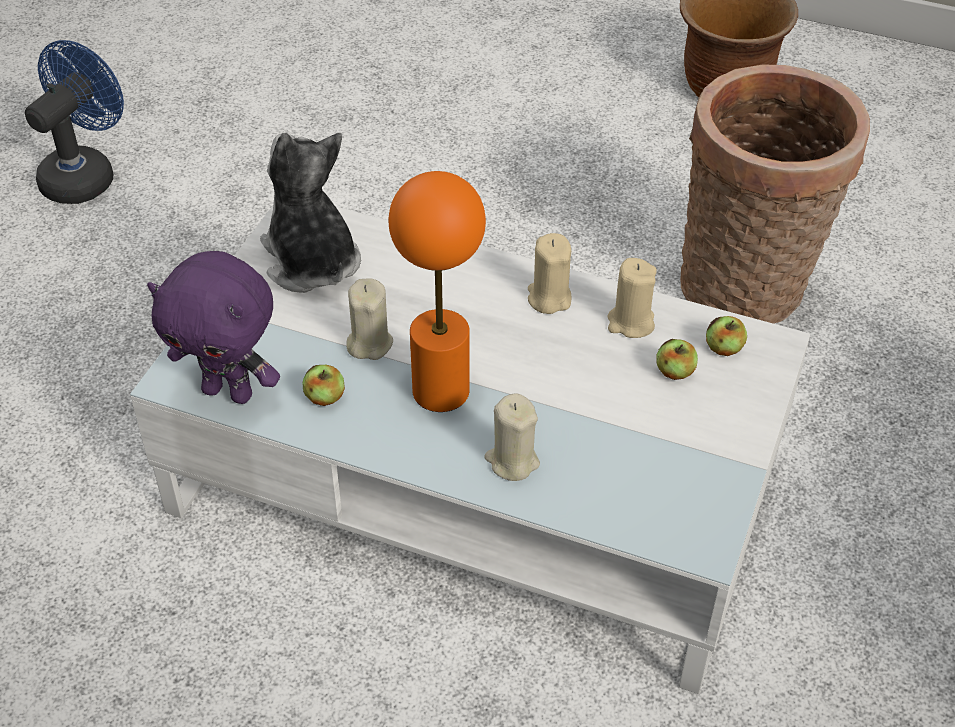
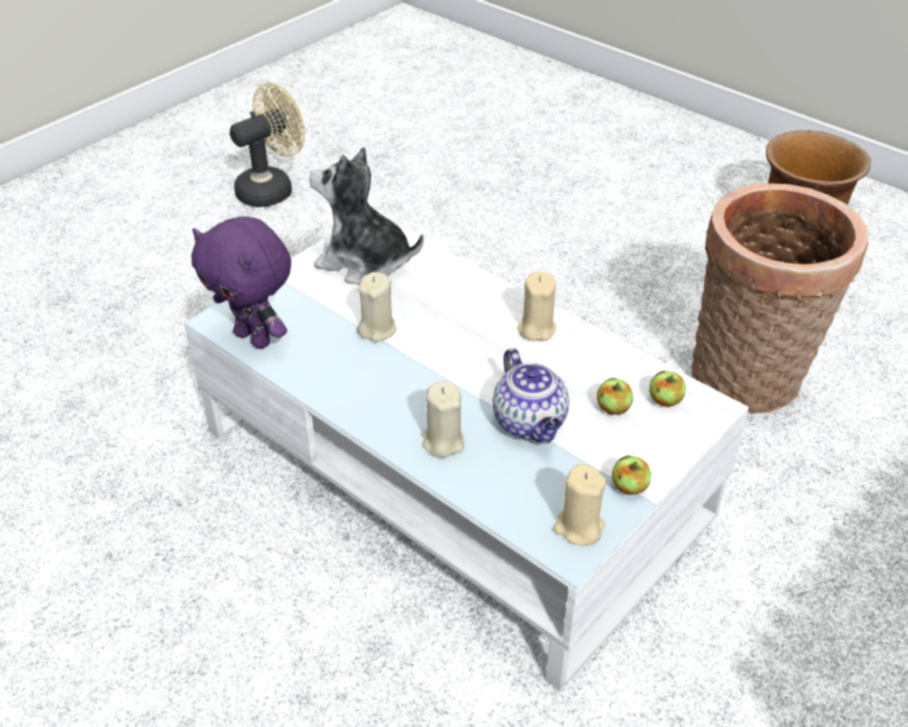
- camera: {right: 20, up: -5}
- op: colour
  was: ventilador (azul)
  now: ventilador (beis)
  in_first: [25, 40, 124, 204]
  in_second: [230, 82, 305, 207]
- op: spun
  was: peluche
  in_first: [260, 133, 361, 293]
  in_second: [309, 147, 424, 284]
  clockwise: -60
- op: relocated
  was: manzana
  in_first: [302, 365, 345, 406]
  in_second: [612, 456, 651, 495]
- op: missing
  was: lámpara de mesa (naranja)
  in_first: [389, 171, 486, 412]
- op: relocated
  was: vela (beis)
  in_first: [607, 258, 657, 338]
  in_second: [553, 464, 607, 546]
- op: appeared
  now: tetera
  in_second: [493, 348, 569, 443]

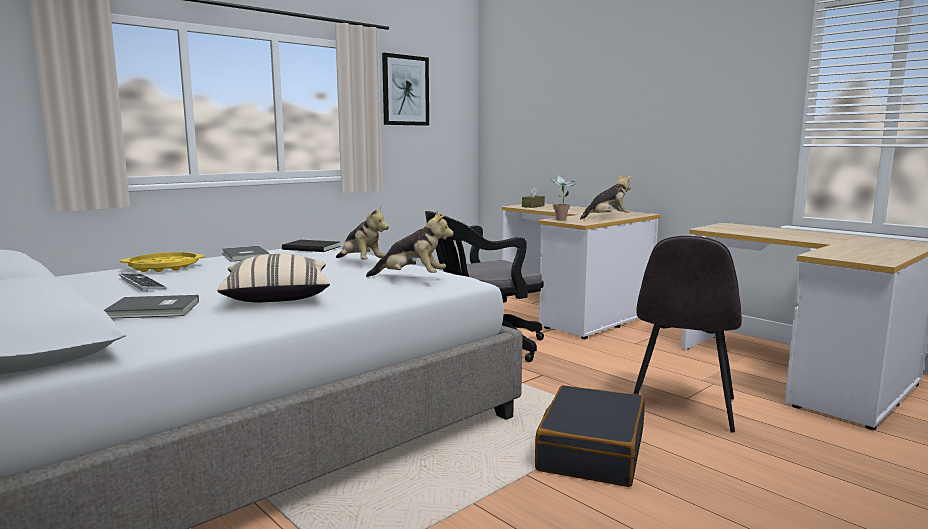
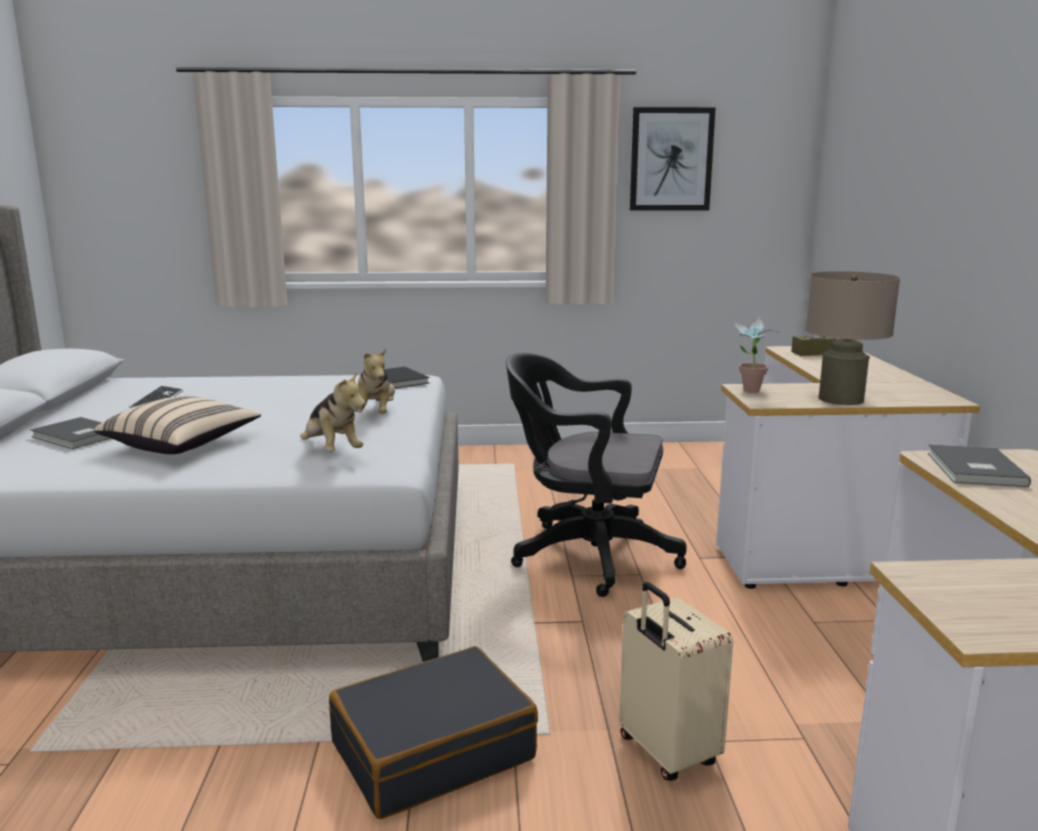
- camera: {right: 40, up: 5}
- op: missing
  was: bandeja (amarillo)
  in_first: [120, 252, 204, 272]
- op: relocated
  was: libro (gris)
  in_first: [222, 246, 269, 262]
  in_second: [928, 445, 1031, 487]
- op: exchanged
  was: peluche
  now: lámpara de mesa (beis)
  in_first: [580, 174, 632, 220]
  in_second: [805, 271, 900, 405]
- op: exchanged
  was: silla (gris)
  now: maleta (beis)
  in_first: [633, 236, 742, 433]
  in_second: [619, 582, 733, 781]

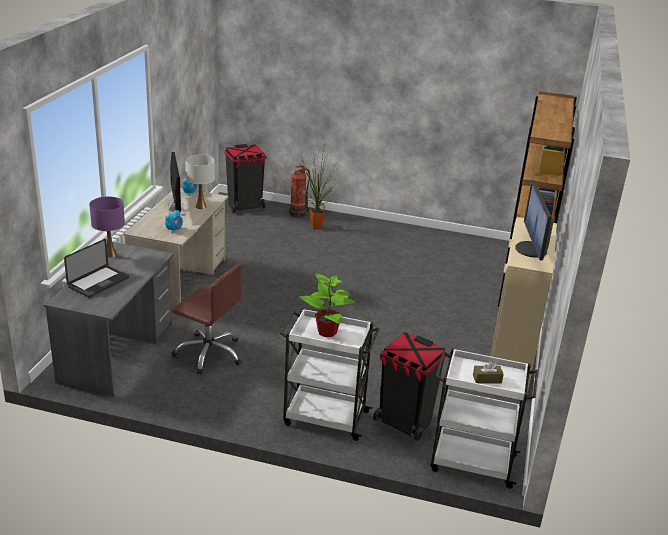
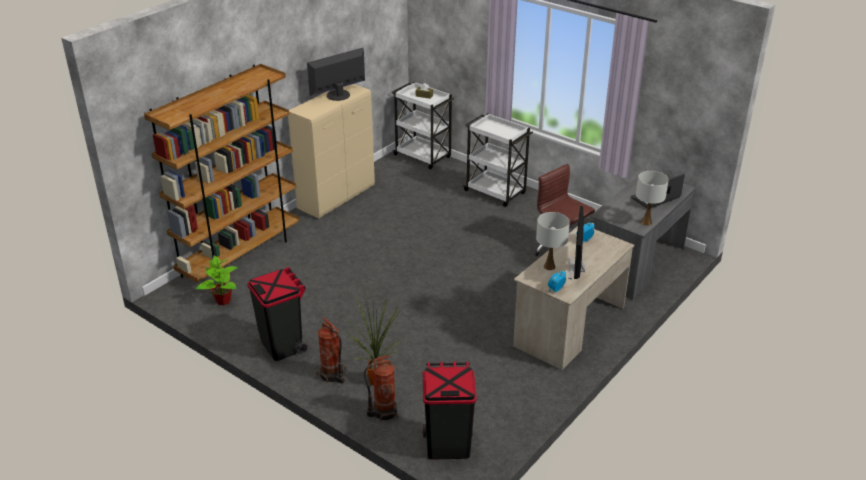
- camera: {right: -155, up: 5}
- op: colour
  was: lámpara de mesa (morado)
  now: lámpara de mesa (blanco)
  in_first: [89, 197, 125, 258]
  in_second: [636, 171, 669, 226]
- op: relocated
  was: planta en maceta
  in_first: [299, 274, 356, 337]
  in_second: [196, 255, 238, 305]
- op: relocated
  was: papelera (negro)
  in_first: [373, 332, 447, 441]
  in_second: [248, 267, 308, 361]
- op: spun
  was: monitor
  in_first: [515, 180, 554, 261]
  in_second: [307, 48, 365, 101]
  clockwise: -150
- op: appeared
  now: extintor
  in_second: [316, 318, 346, 384]

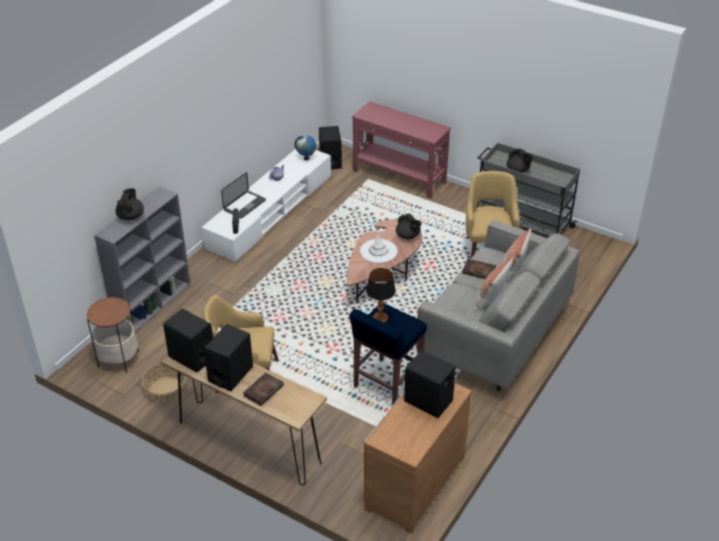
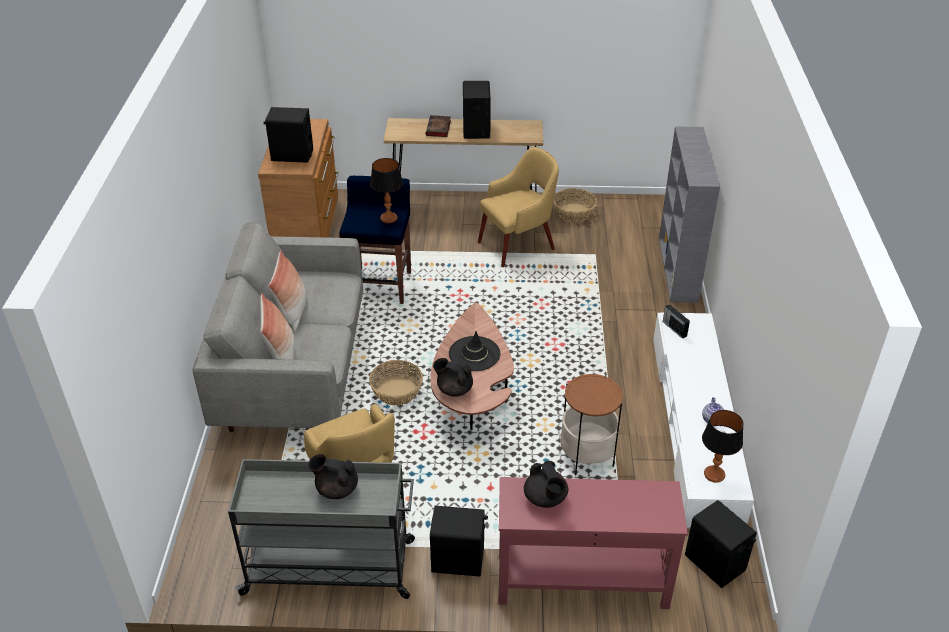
- camera: {right: 150, up: 0}
- op: relocated
  was: mesa auxiliar
  in_first: [87, 297, 139, 373]
  in_second: [560, 374, 623, 475]
- op: relocated
  was: tetera (negro)
  in_first: [115, 188, 144, 220]
  in_second: [524, 461, 568, 508]
- op: relocated
  was: altavoz (negro)
  in_first: [163, 309, 213, 372]
  in_second: [430, 506, 488, 577]
- op: missing
  was: portátil
  in_first: [221, 172, 266, 218]
- op: exchanged
  was: globo terráqueo
  now: lámpara de mesa
  in_first: [295, 135, 316, 160]
  in_second: [702, 410, 744, 483]
- op: colour
  was: sombrero (blanco)
  now: sombrero (negro)
  in_first: [360, 233, 398, 263]
  in_second: [449, 331, 500, 371]
- op: missing
  was: libro
  in_first: [462, 259, 496, 279]
- op: appeared
  now: cesta
  in_second: [369, 360, 423, 406]

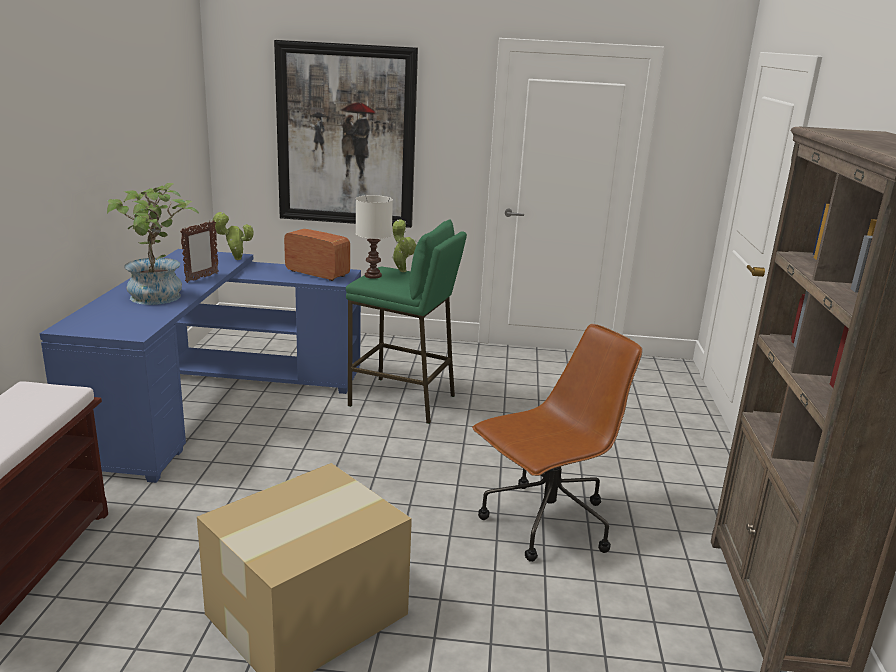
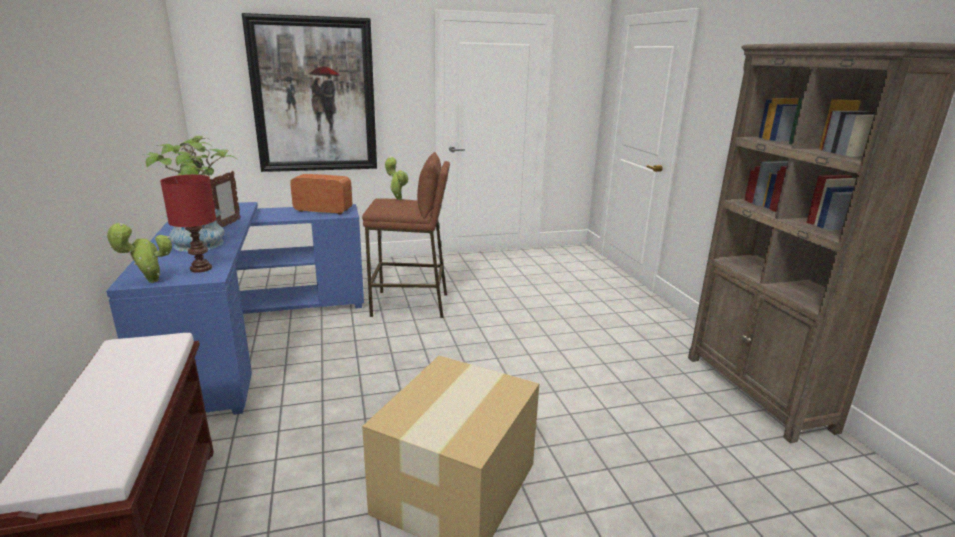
- camera: {right: -20, up: 0}
- op: relocated
  was: planta en maceta
  in_first: [211, 212, 254, 260]
  in_second: [105, 223, 172, 283]
- op: colour
  was: taburete (verde)
  now: taburete (marrón)
  in_first: [346, 219, 467, 424]
  in_second: [362, 152, 450, 318]
- op: missing
  was: lámpara de mesa (blanco)
  in_first: [356, 195, 393, 279]
- op: missing
  was: silla de oficina (marrón)
  in_first: [472, 324, 642, 562]
- op: appeared
  now: lámpara de mesa (rojo)
  in_second: [160, 175, 216, 273]

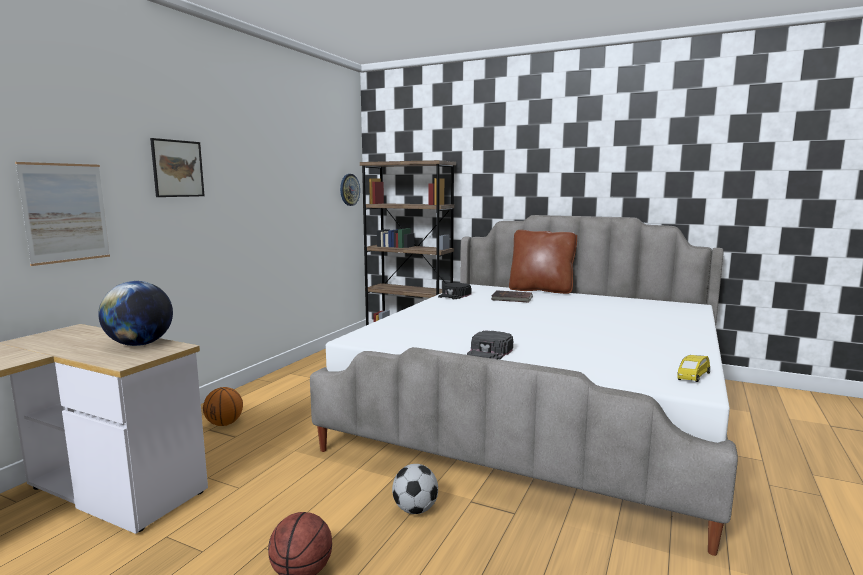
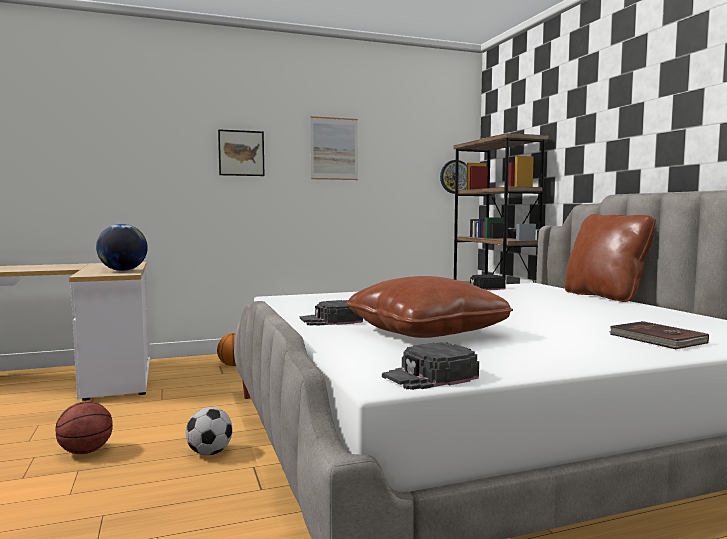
- camera: {right: 45, up: -5}
- op: relocated
  was: cuadro
  in_first: [15, 162, 110, 266]
  in_second: [310, 116, 358, 180]
- op: relocated
  was: libro (marrón)
  in_first: [491, 290, 533, 303]
  in_second: [610, 321, 709, 349]
- op: exchanged
  was: coche de juguete (amarillo)
  now: gorra (negro)
  in_first: [677, 355, 710, 382]
  in_second: [382, 342, 479, 390]
- op: appeared
  now: cojín (marrón)
  in_second: [346, 276, 513, 338]

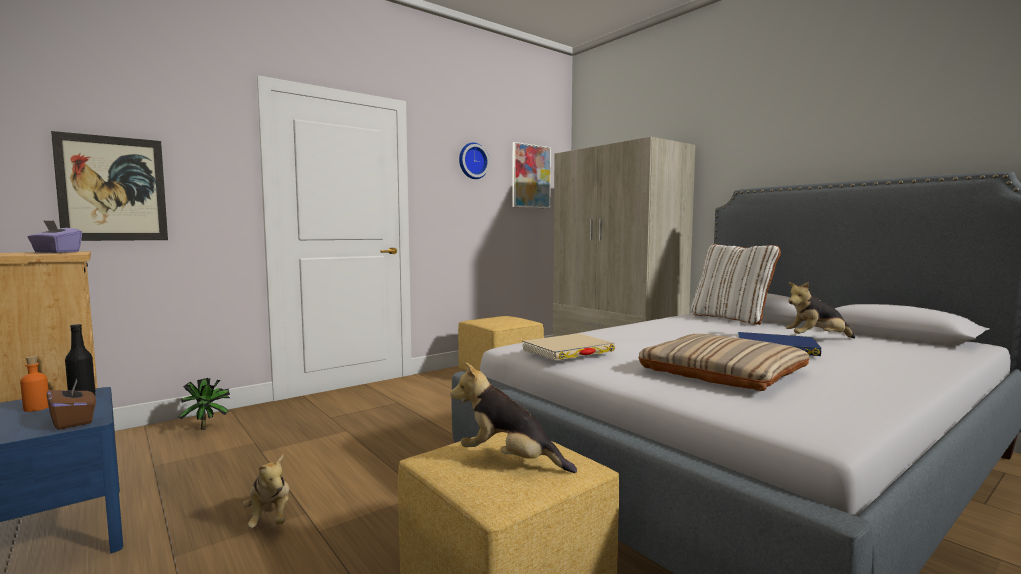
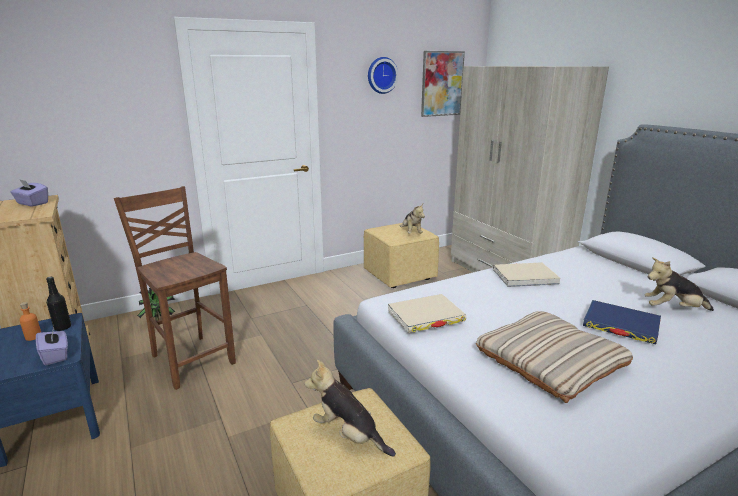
- camera: {right: 10, up: 15}
- op: colour
  was: caja de pañuelos (marrón)
  now: caja de pañuelos (morado)
  in_first: [46, 379, 96, 430]
  in_second: [36, 326, 68, 365]
- op: missing
  was: cuadro
  in_first: [51, 131, 168, 241]
- op: relocated
  was: peluche
  in_first: [243, 455, 289, 528]
  in_second: [400, 204, 425, 234]
- op: missing
  was: cojín (blanco)
  in_first: [691, 244, 781, 325]
- op: appeared
  now: silla (marrón)
  in_second: [114, 186, 236, 390]
- op: appeared
  now: libro (beis)
  in_second: [493, 262, 561, 287]

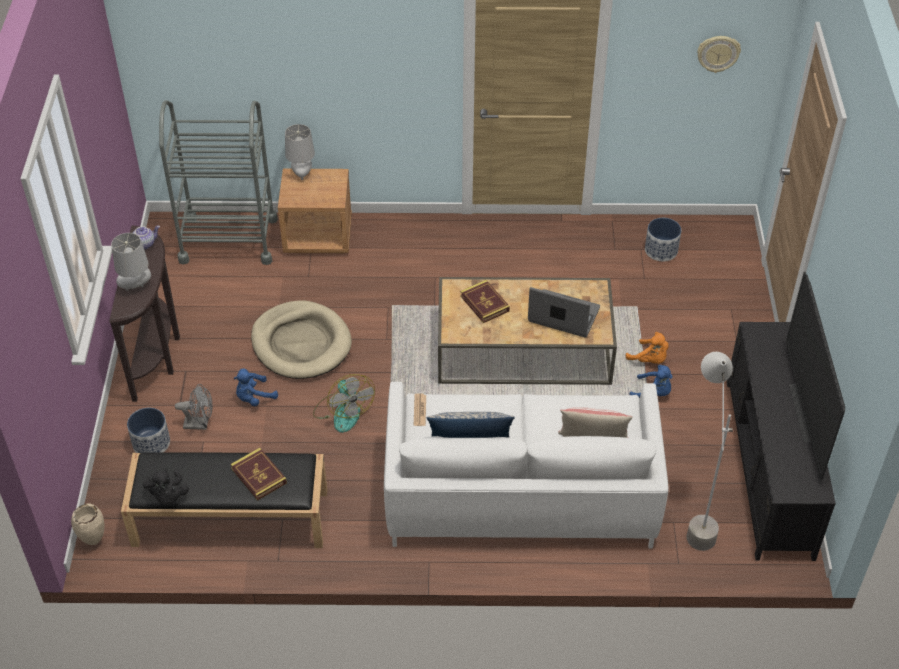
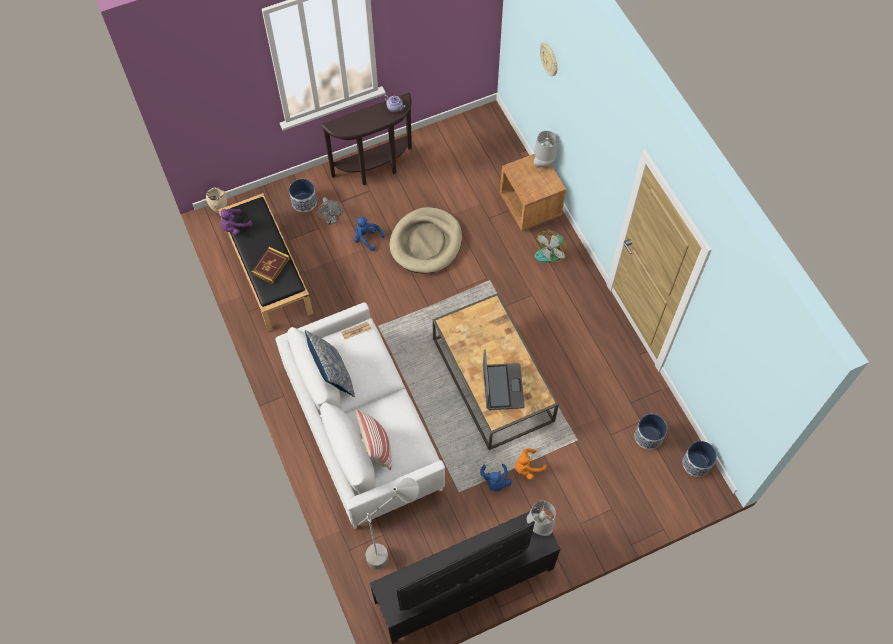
- camera: {right: 65, up: 15}
- op: relocated
  was: lámpara de mesa (gris)
  in_first: [111, 233, 151, 291]
  in_second: [527, 501, 556, 536]
- op: colour
  was: peluche (negro)
  now: peluche (morado)
  in_first: [143, 469, 189, 505]
  in_second: [218, 209, 252, 235]
- op: missing
  was: carrito (gris)
  in_first: [159, 100, 278, 265]
- op: relocated
  was: ventilador
  in_first: [313, 374, 375, 433]
  in_second: [534, 230, 567, 262]
- op: missing
  was: libro
  in_first: [460, 280, 510, 323]
- op: spun
  was: peluche (naranja)
  in_first: [626, 332, 669, 364]
  in_second: [515, 448, 547, 480]
  clockwise: 45
- op: relocated
  was: reloj de pared
  in_first: [697, 36, 741, 73]
  in_second: [540, 43, 557, 76]
- op: appeared
  now: maceta
  in_second: [683, 441, 717, 477]

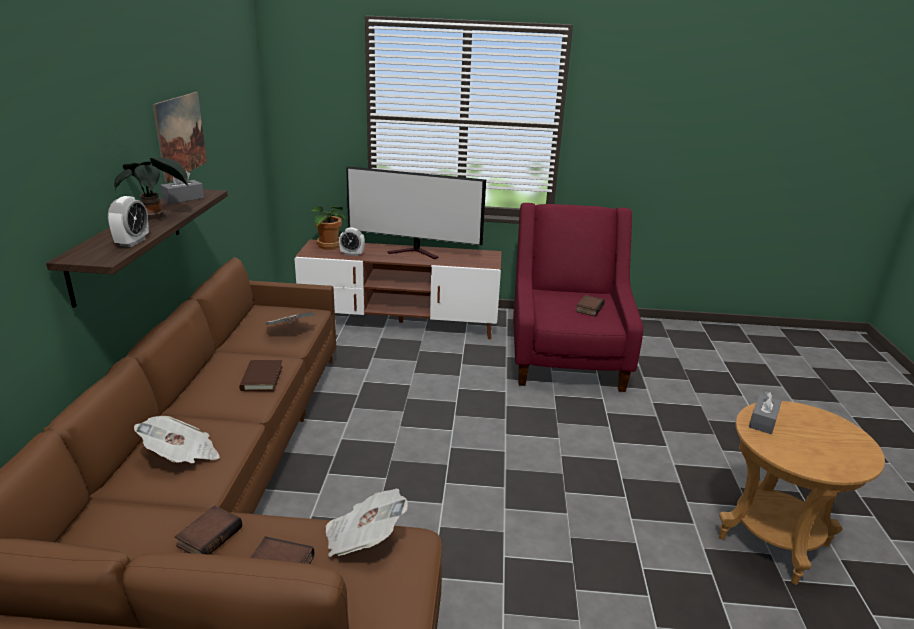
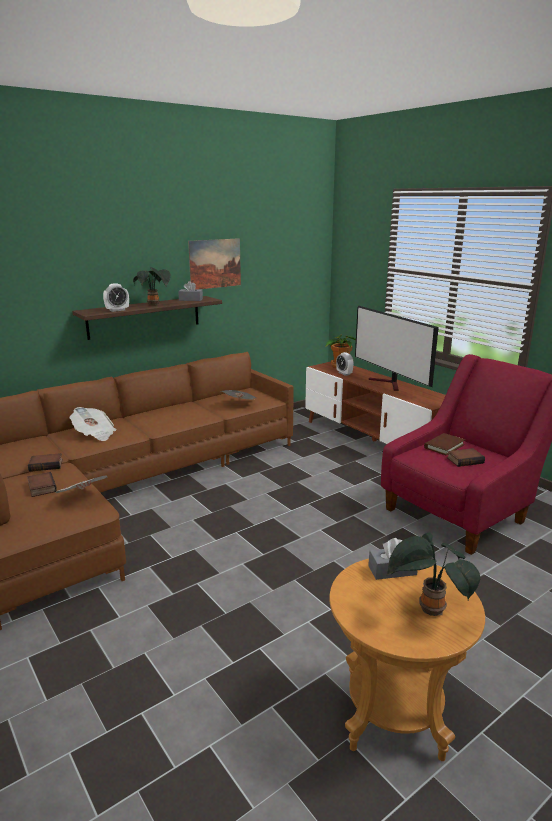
- camera: {right: 50, up: -5}
- op: relocated
  was: libro (marrón)
  in_first: [239, 360, 283, 391]
  in_second: [424, 433, 465, 455]
- op: appeared
  now: planta en maceta
  in_second: [386, 533, 480, 616]

